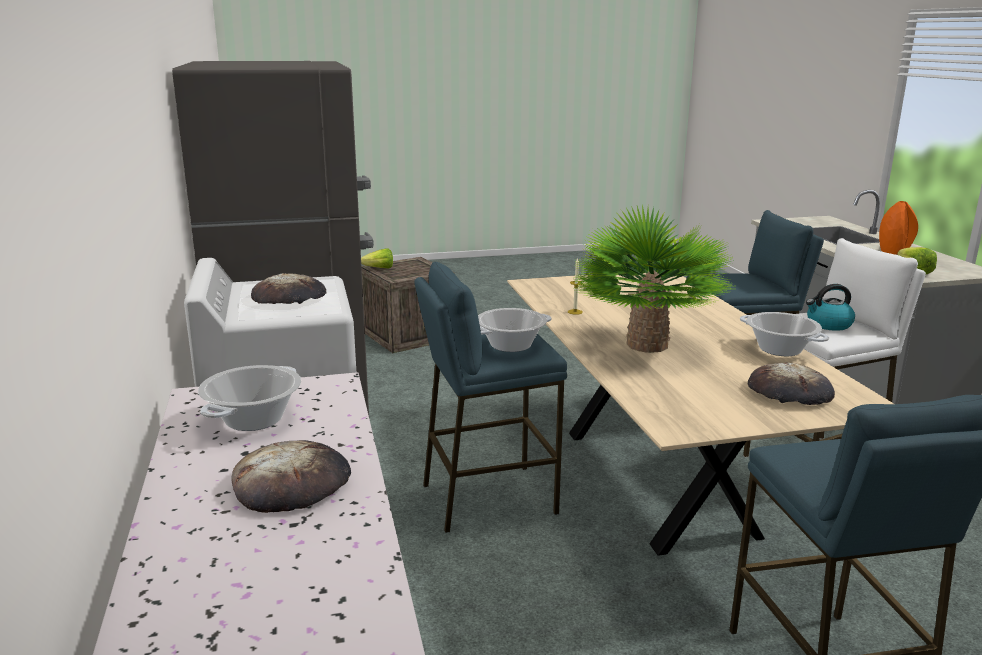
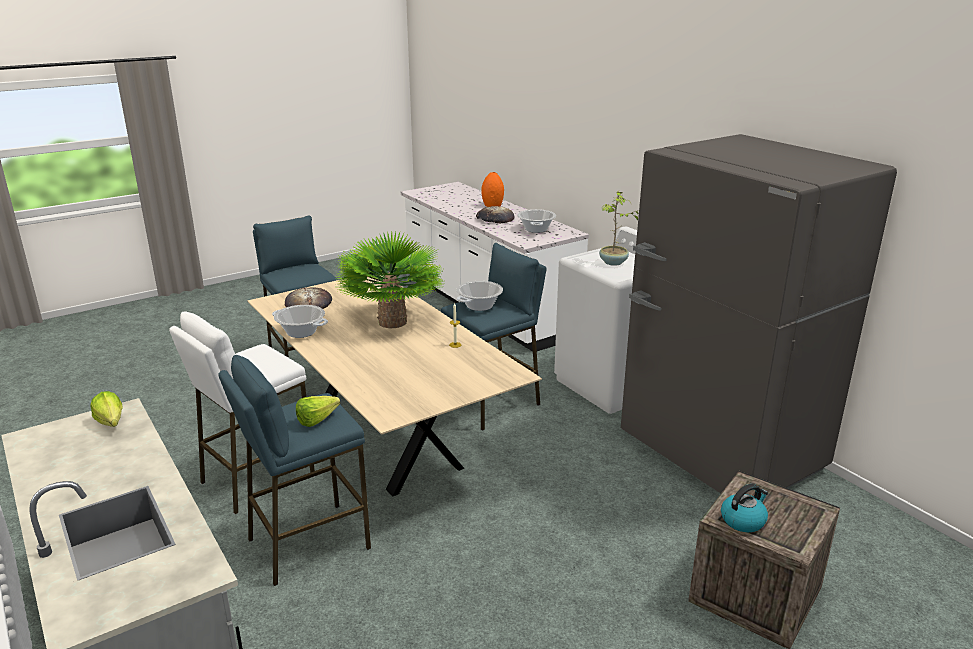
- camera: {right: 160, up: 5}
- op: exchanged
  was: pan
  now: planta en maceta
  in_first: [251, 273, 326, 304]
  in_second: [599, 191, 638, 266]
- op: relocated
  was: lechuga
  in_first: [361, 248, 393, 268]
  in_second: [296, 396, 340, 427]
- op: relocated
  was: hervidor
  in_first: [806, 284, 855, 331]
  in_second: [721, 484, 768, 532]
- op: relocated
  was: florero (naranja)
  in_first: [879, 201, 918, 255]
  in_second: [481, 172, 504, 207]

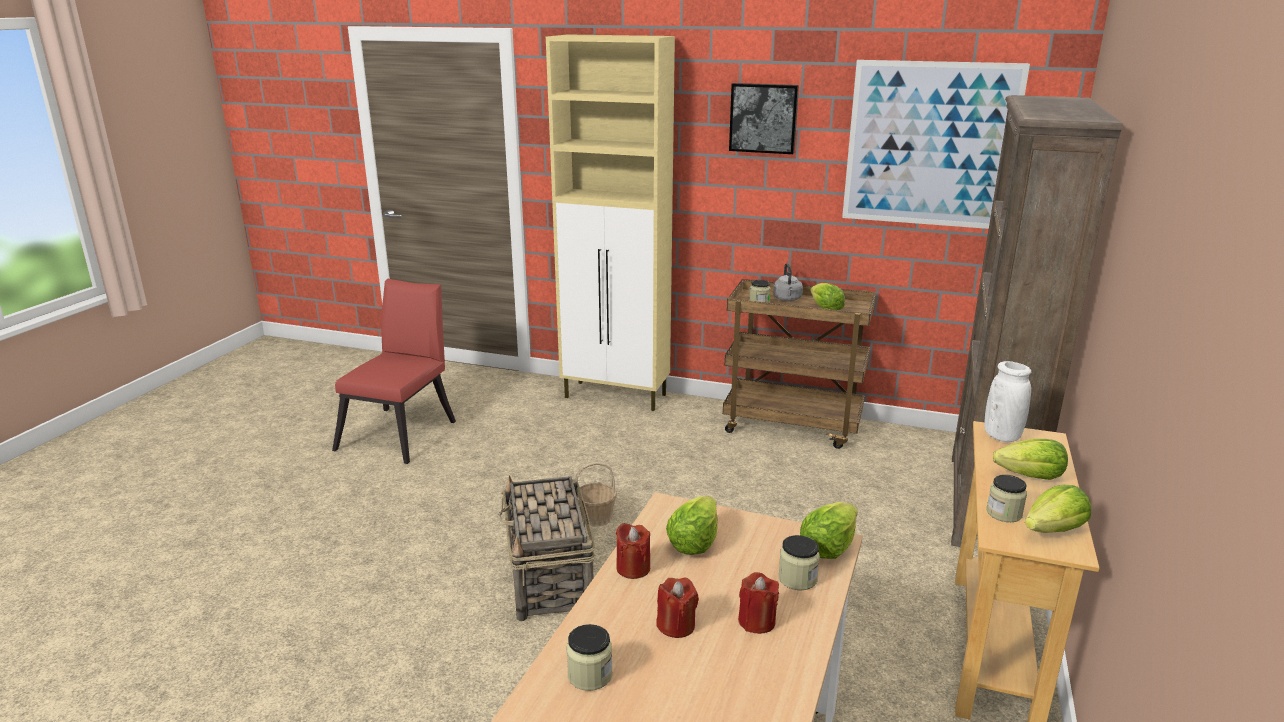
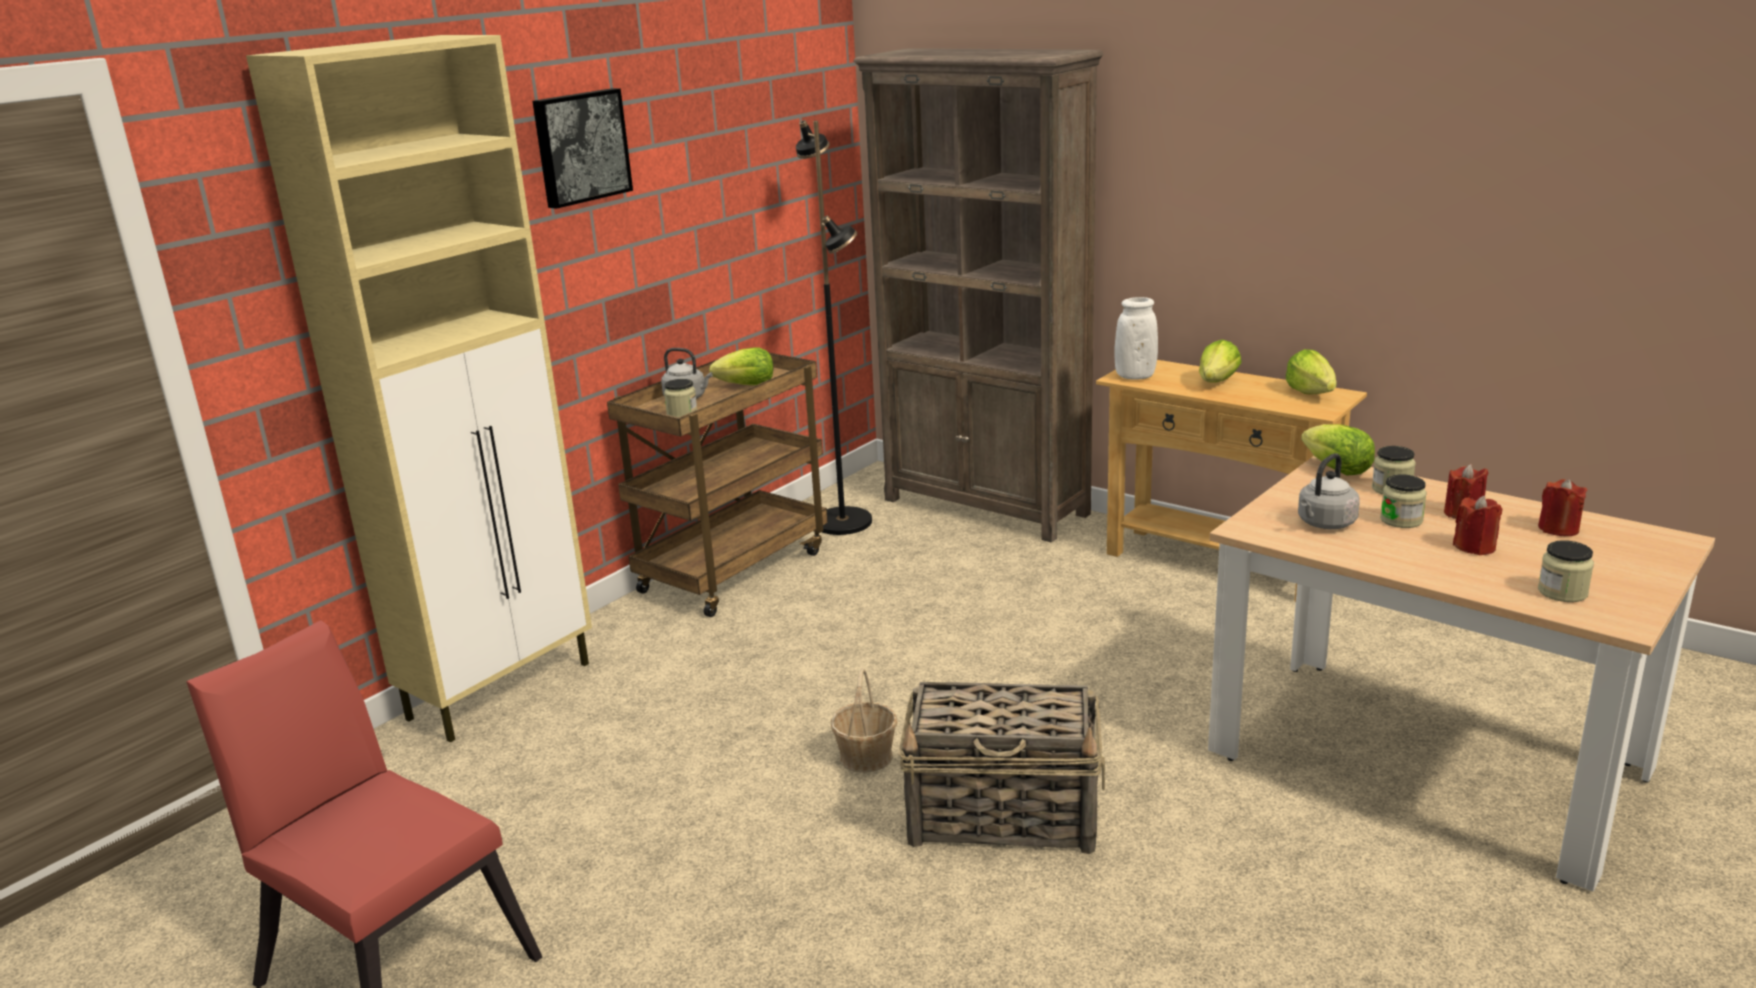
- camera: {right: -70, up: 0}
- op: relocated
  was: vela (rojo)
  in_first: [616, 523, 650, 579]
  in_second: [1538, 479, 1587, 536]
- op: exchanged
  was: lechuga
  now: hervidor (gris)
  in_first: [666, 496, 718, 555]
  in_second: [1298, 453, 1360, 529]
- op: missing
  was: cuadro
  in_first: [842, 60, 1030, 229]
- op: relocated
  was: tarro
  in_first: [986, 475, 1027, 522]
  in_second: [1380, 474, 1427, 528]
- op: appeared
  now: lámpara de pie (negro)
  in_second: [796, 120, 872, 535]

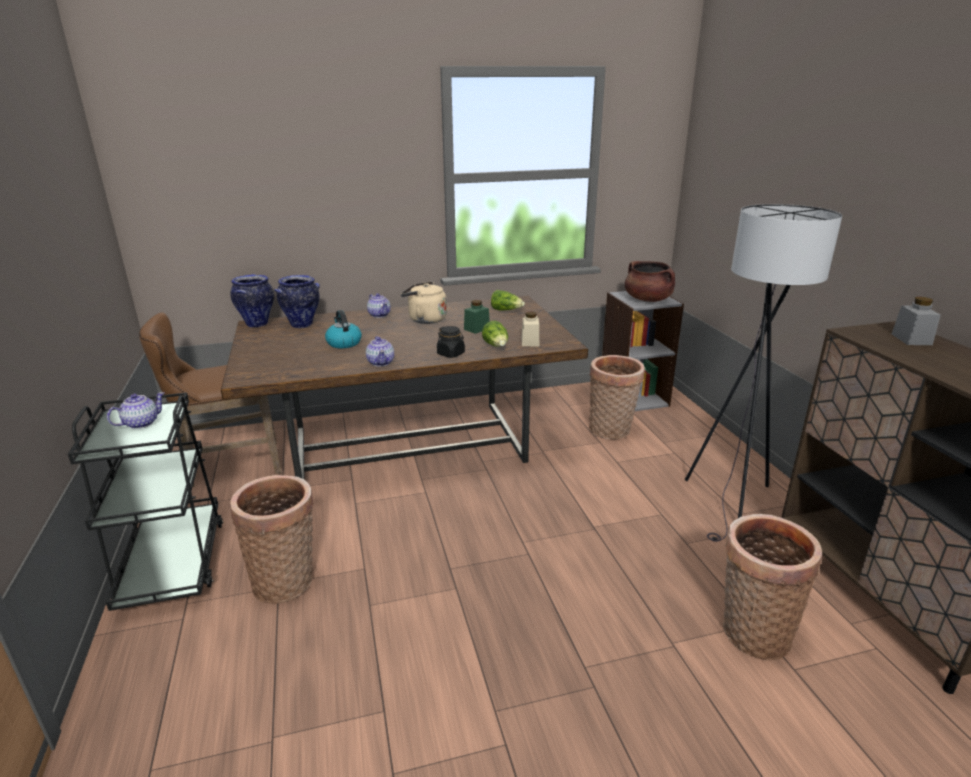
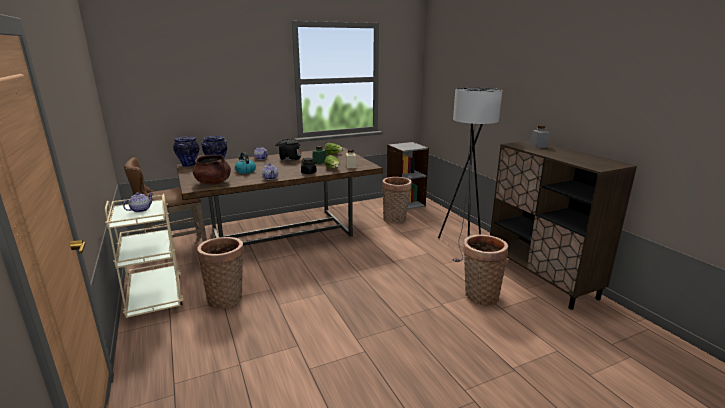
- camera: {right: -10, up: -5}
- op: colour
  was: carrito (negro)
  now: carrito (beis)
  in_first: [68, 392, 223, 611]
  in_second: [105, 194, 184, 318]
- op: colour
  was: hervidor (beis)
  now: hervidor (negro)
  in_first: [401, 281, 447, 324]
  in_second: [275, 138, 301, 161]
- op: relocated
  was: olla (marrón)
  in_first: [625, 261, 675, 302]
  in_second: [193, 155, 231, 185]

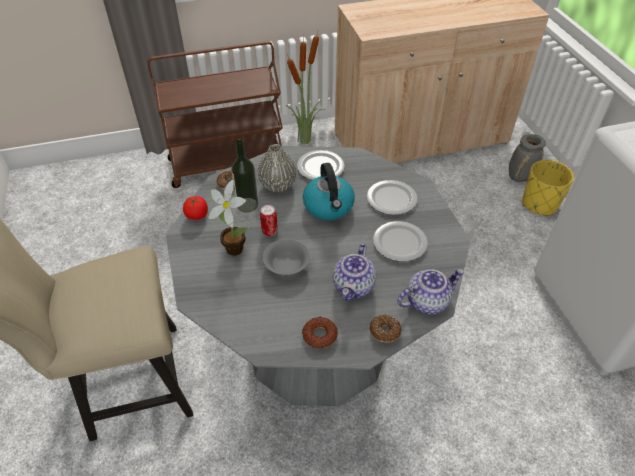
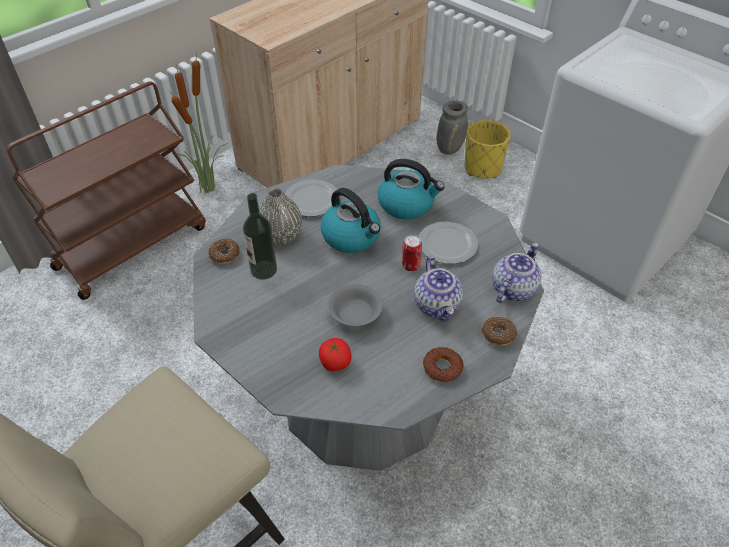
- camera: {right: -30, up: 0}
- op: relocated
  was: tomate
  in_first: [183, 196, 208, 220]
  in_second: [319, 338, 352, 371]
- op: missing
  was: planta en maceta
  in_first: [208, 180, 248, 256]
- op: relocated
  was: lata
  in_first: [260, 205, 278, 236]
  in_second: [402, 235, 422, 271]
- op: exchanged
  was: plato
  now: hervidor
  in_first: [367, 180, 417, 215]
  in_second: [378, 159, 445, 219]

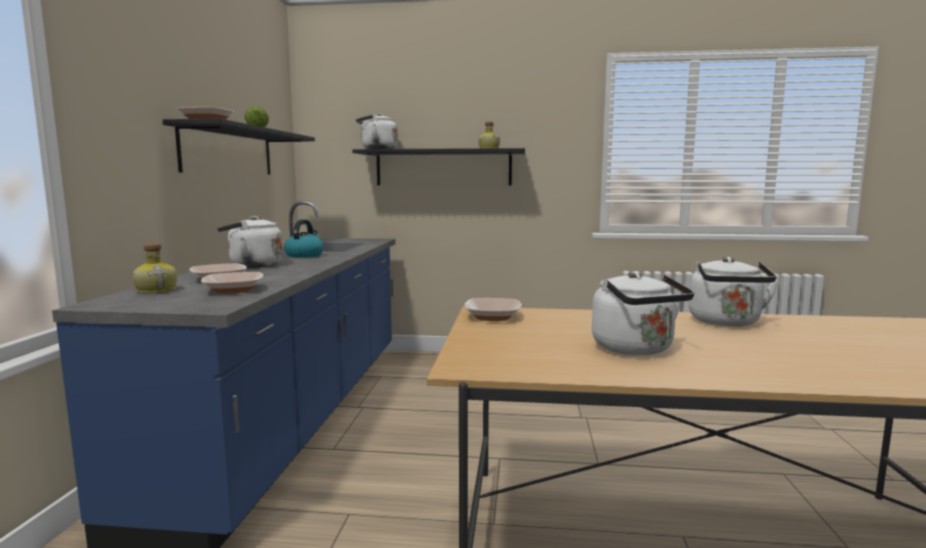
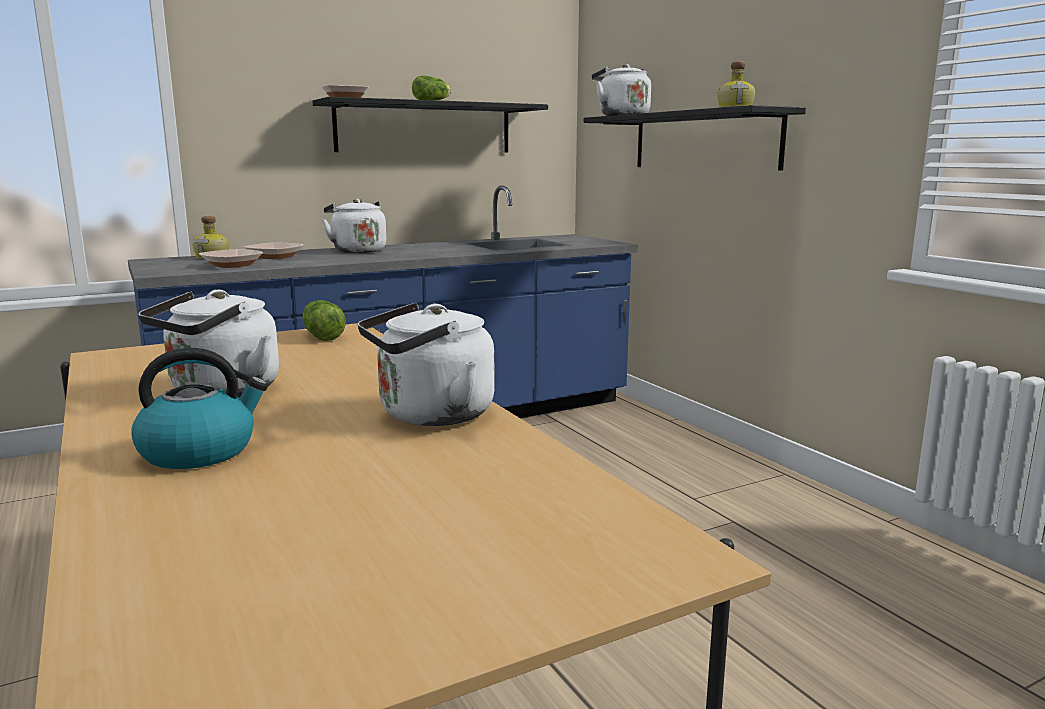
- camera: {right: 55, up: 5}
- op: relocated
  was: hervidor
  in_first: [284, 219, 324, 258]
  in_second: [131, 348, 268, 469]
- op: exchanged
  was: cuenco
  now: lechuga
  in_first: [465, 298, 522, 321]
  in_second: [302, 300, 346, 341]

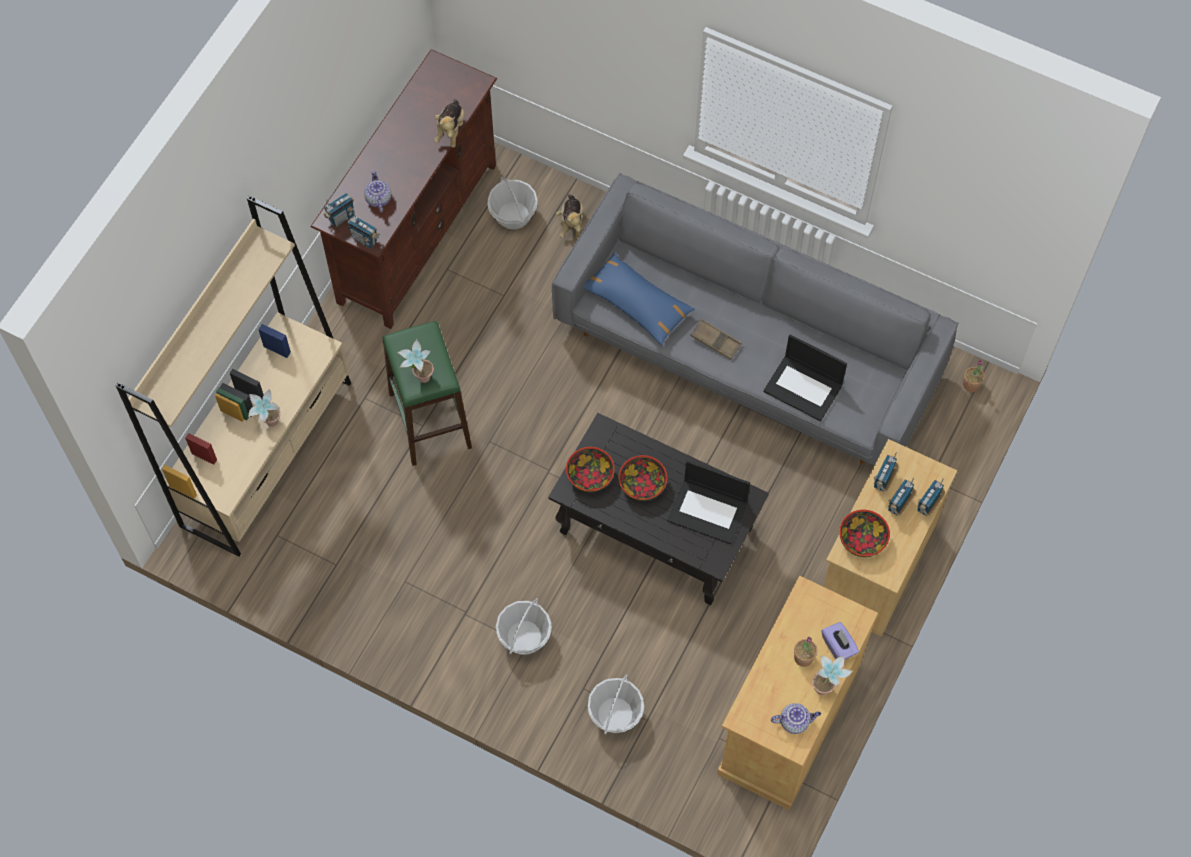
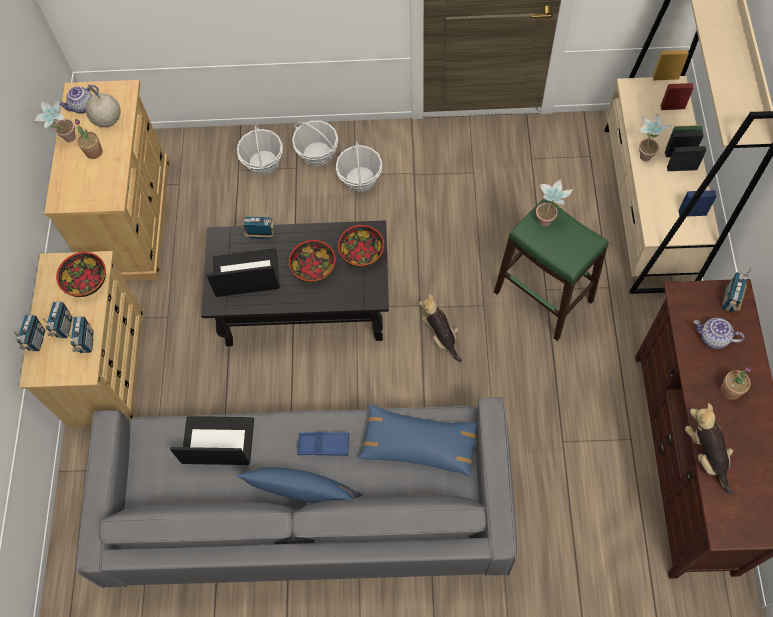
- camera: {right: 155, up: 0}
- op: relocated
  was: radio
  in_first: [348, 209, 380, 248]
  in_second: [242, 215, 274, 239]
- op: spun
  was: tetera
  in_first: [364, 170, 391, 213]
  in_second: [694, 318, 745, 349]
  clockwise: 150
- op: relocated
  was: cesta
  in_first: [487, 177, 538, 229]
  in_second: [292, 120, 338, 166]
- op: relocated
  was: peluche
  in_first: [556, 194, 584, 240]
  in_second: [419, 294, 462, 362]
- op: colour
  was: bandeja (marrón)
  now: bandeja (azul)
  in_first: [690, 319, 742, 360]
  in_second: [297, 432, 349, 456]
- op: missing
  was: caja de pañuelos (morado)
  in_first: [822, 622, 859, 660]
- op: relocated
  was: planta en maceta
  in_first: [963, 360, 985, 392]
  in_second: [721, 366, 751, 400]
- op: appeared
  now: globo terráqueo
  in_second: [86, 83, 121, 127]
- op: appeared
  now: cojín (azul)
  in_second: [236, 467, 362, 503]

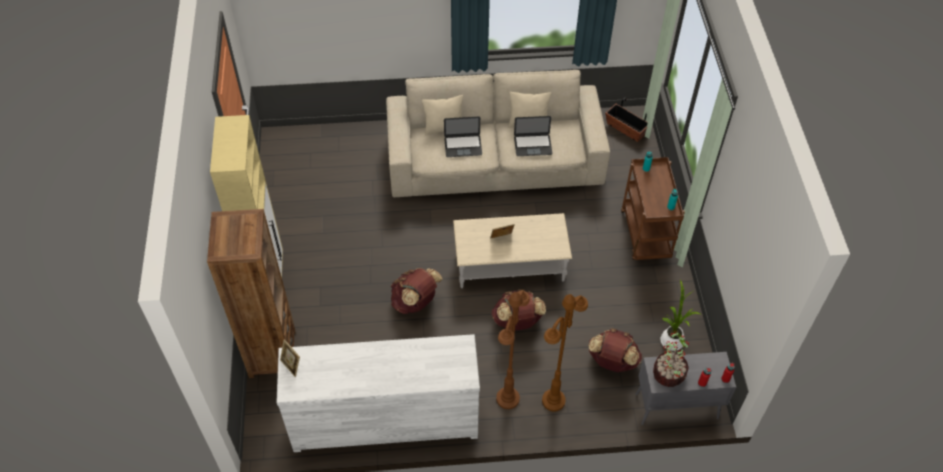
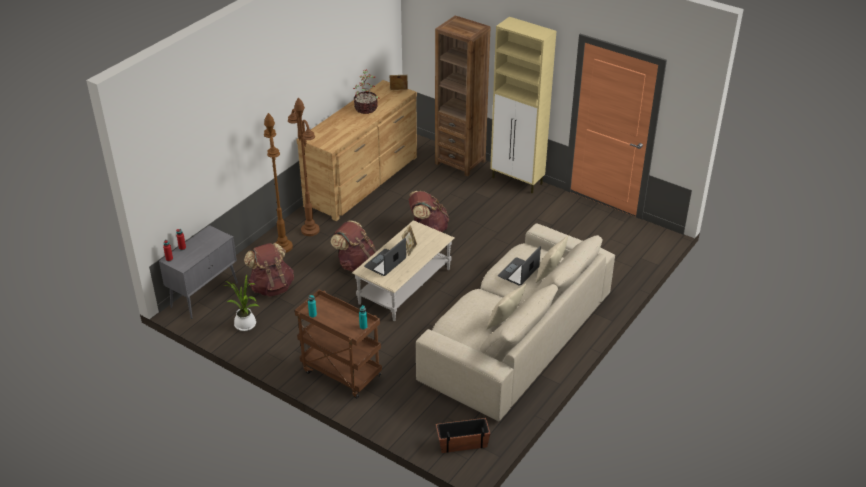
- camera: {right: 130, up: -15}
- op: colour
  was: cómoda (blanco)
  now: cómoda (marrón)
  in_first: [276, 334, 480, 452]
  in_second: [296, 80, 417, 221]
- op: relocated
  was: portátil
  in_first: [514, 116, 552, 156]
  in_second: [364, 238, 406, 276]
- op: relocated
  was: planta en maceta
  in_first: [653, 331, 689, 387]
  in_second: [353, 69, 379, 114]

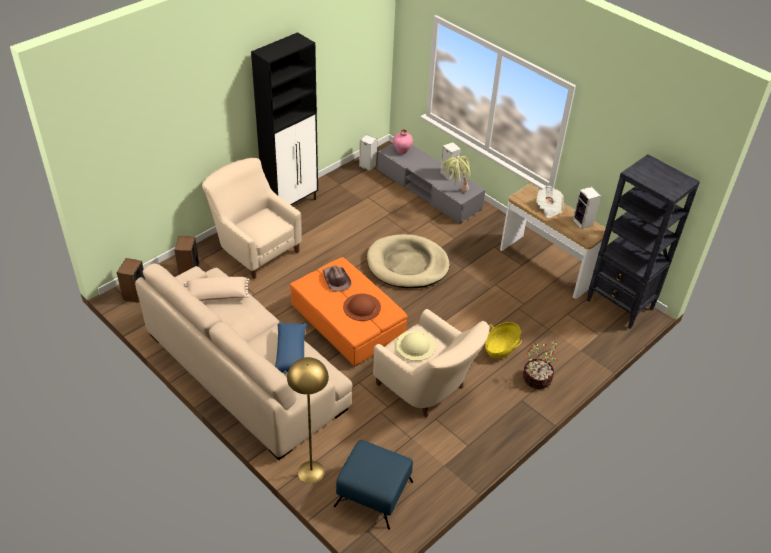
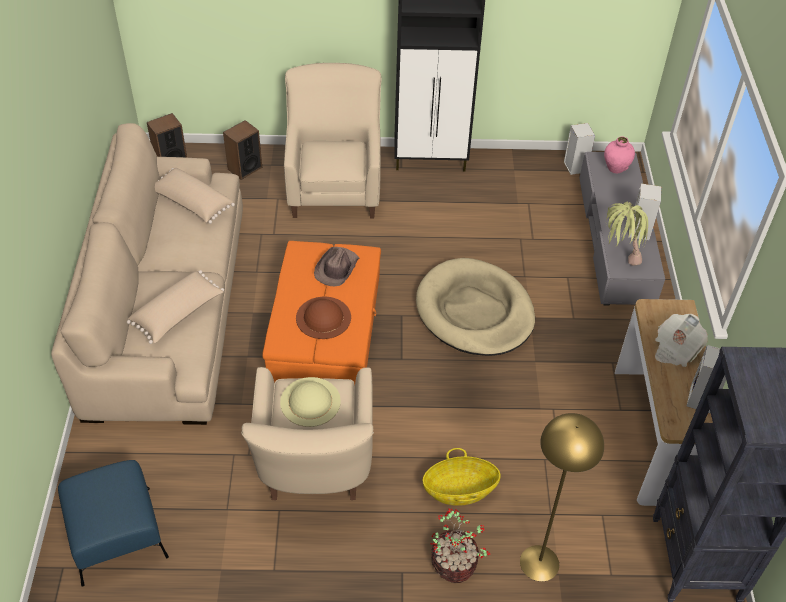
- camera: {right: 45, up: 5}
- op: colour
  was: cojín (azul)
  now: cojín (beis)
  in_first: [275, 322, 307, 374]
  in_second: [127, 270, 224, 344]
- op: relocated
  was: lámpara de pie (amarillo)
  in_first: [287, 357, 329, 484]
  in_second: [520, 413, 604, 582]

